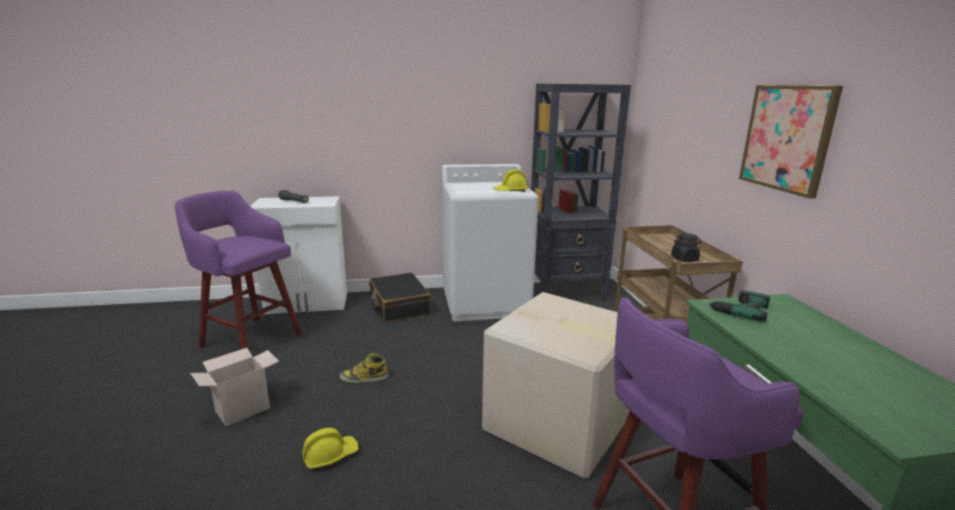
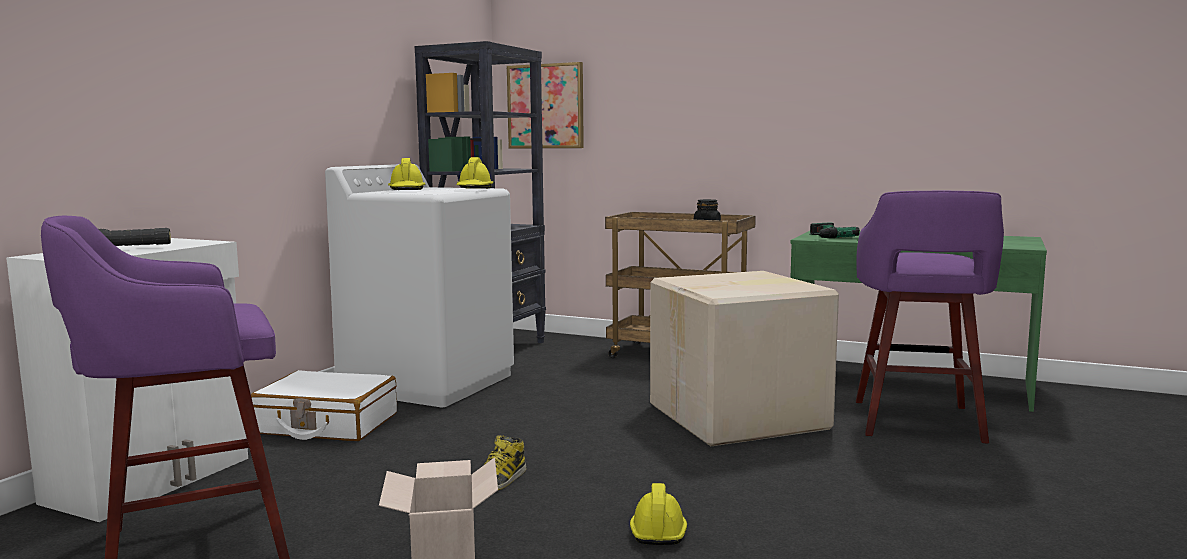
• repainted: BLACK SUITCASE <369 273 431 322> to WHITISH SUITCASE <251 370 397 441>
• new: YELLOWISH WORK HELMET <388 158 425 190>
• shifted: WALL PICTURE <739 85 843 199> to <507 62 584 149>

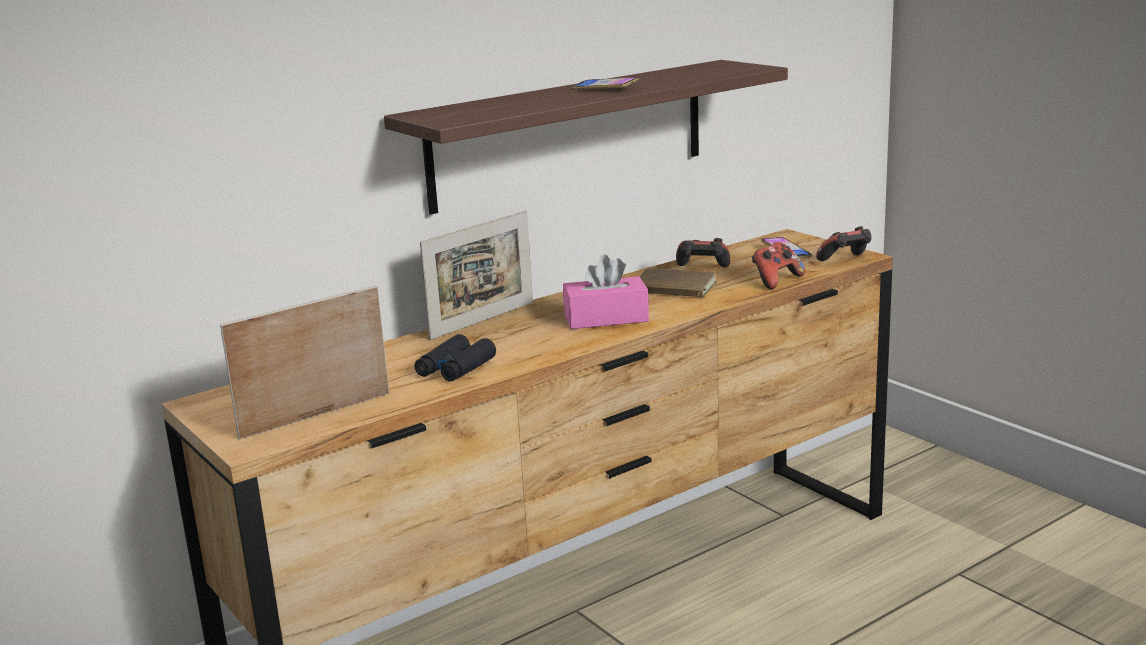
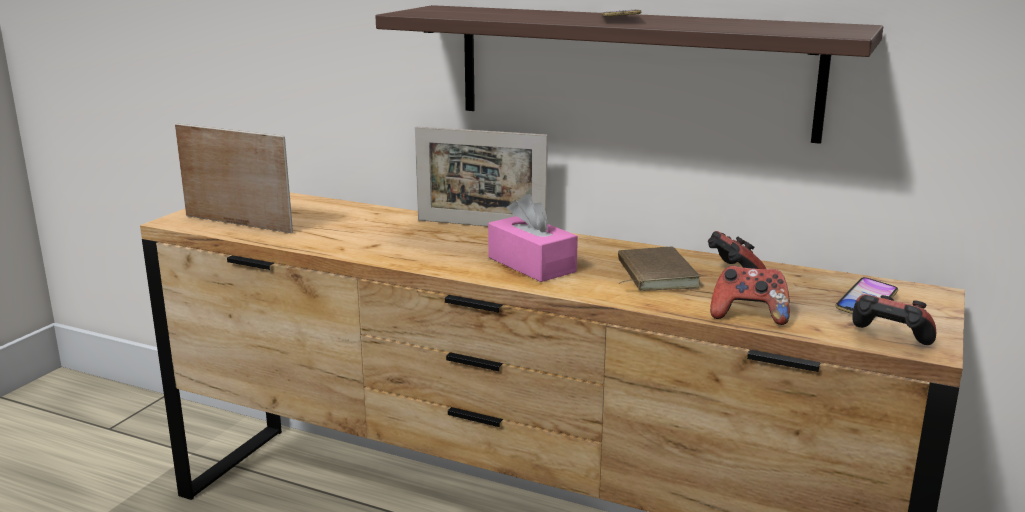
• gone: BLACK FIELD GLASSES <414 334 496 381>

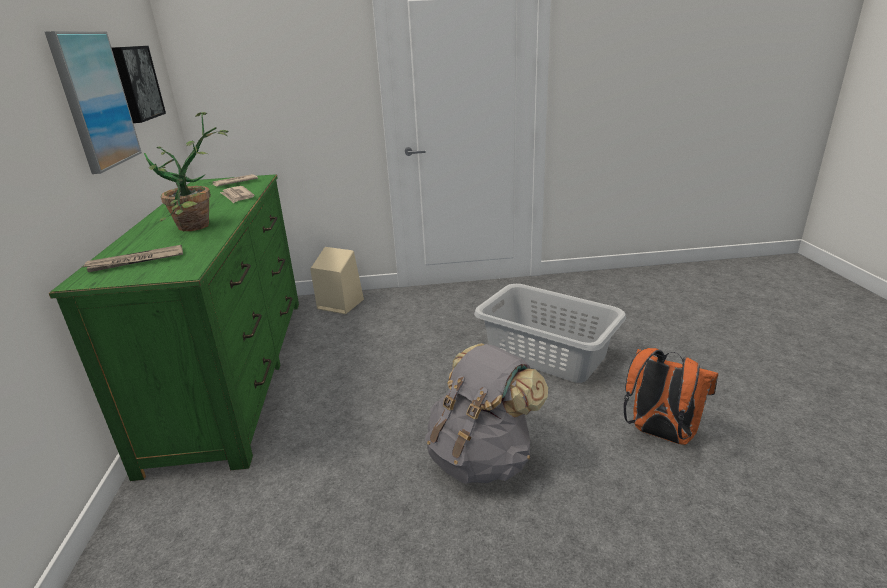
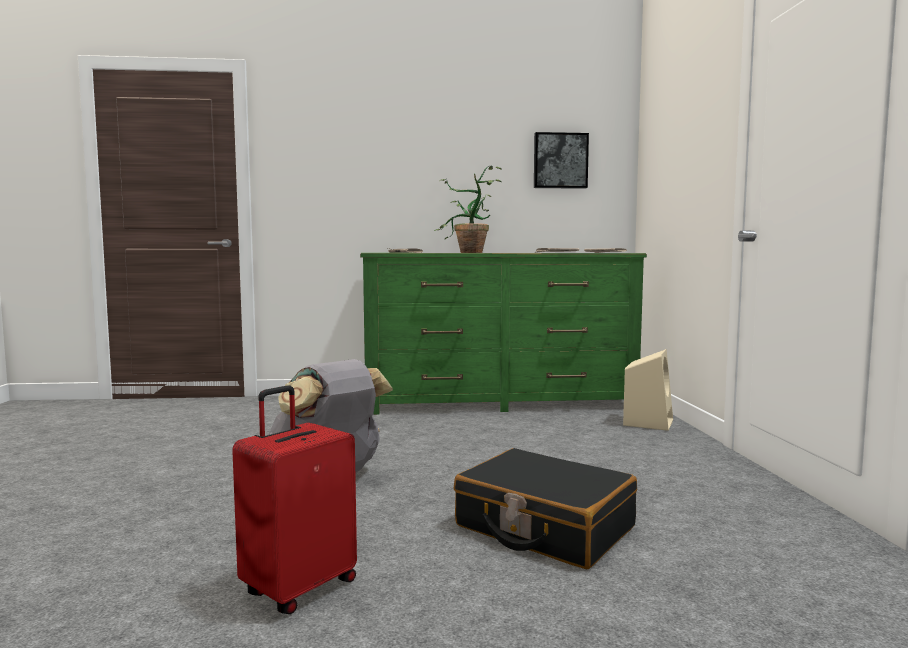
• swapped: ORANGE-COLOURED BACKPACK <623 348 718 445> to RED-COLOURED SUITCASE <232 385 357 614>
• swapped: GRAY WASHING BASKET <474 284 626 383> to BLACK SUITCASE <454 448 637 569>
• gone: WALL PICTURE <45 31 142 174>

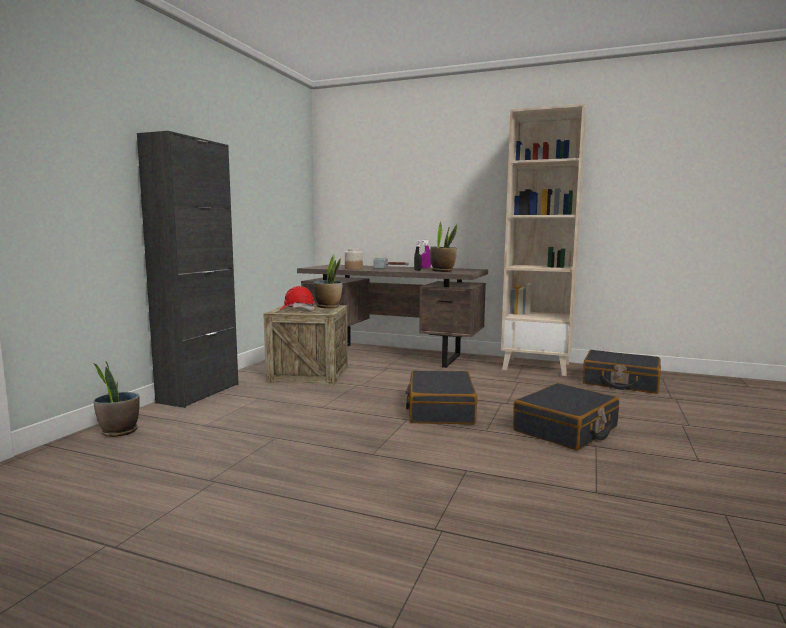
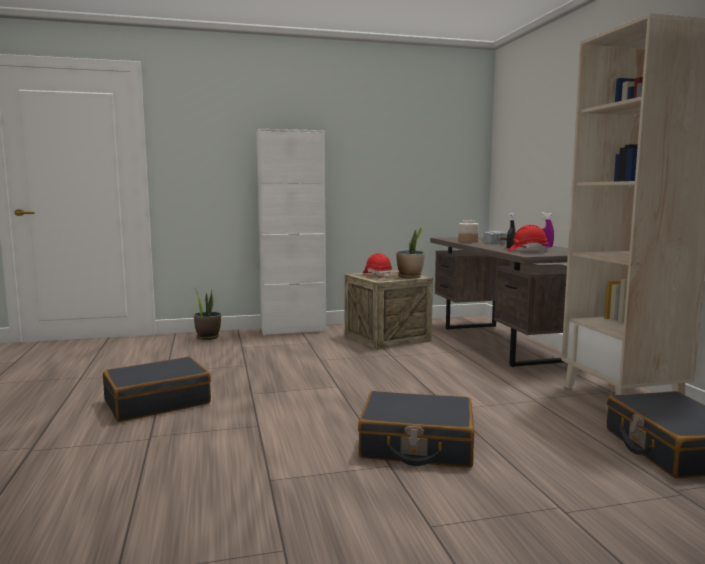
• shifted: BLACK SUITCASE <406 370 478 424> to <103 357 211 422>
• repainted: BLACK CUPBOARD <137 131 238 408> to WHITISH CUPBOARD <256 129 326 336>
• swapped: PLANT IN A POT <430 221 457 272> to RED-COLOURED WORK HELMET <508 225 548 251>

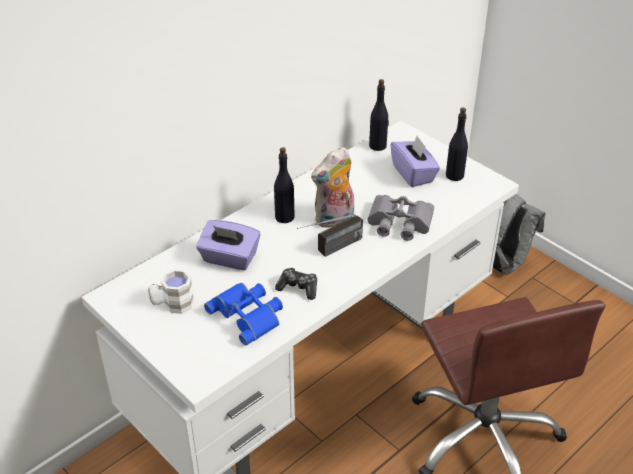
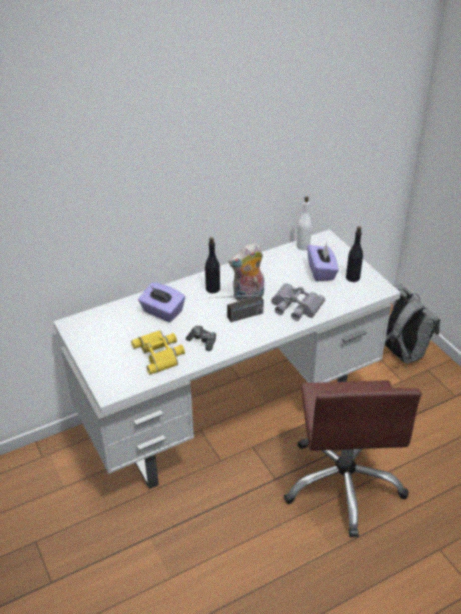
• repainted: BLUE-COLOURED FIELD GLASSES <204 283 283 345> to YELLOWISH FIELD GLASSES <131 330 185 375>
• repainted: BLACK DRINK BOTTLE <369 79 389 151> to WHITISH DRINK BOTTLE <297 196 312 250>
• gone: WHITISH MUG <148 269 194 314>

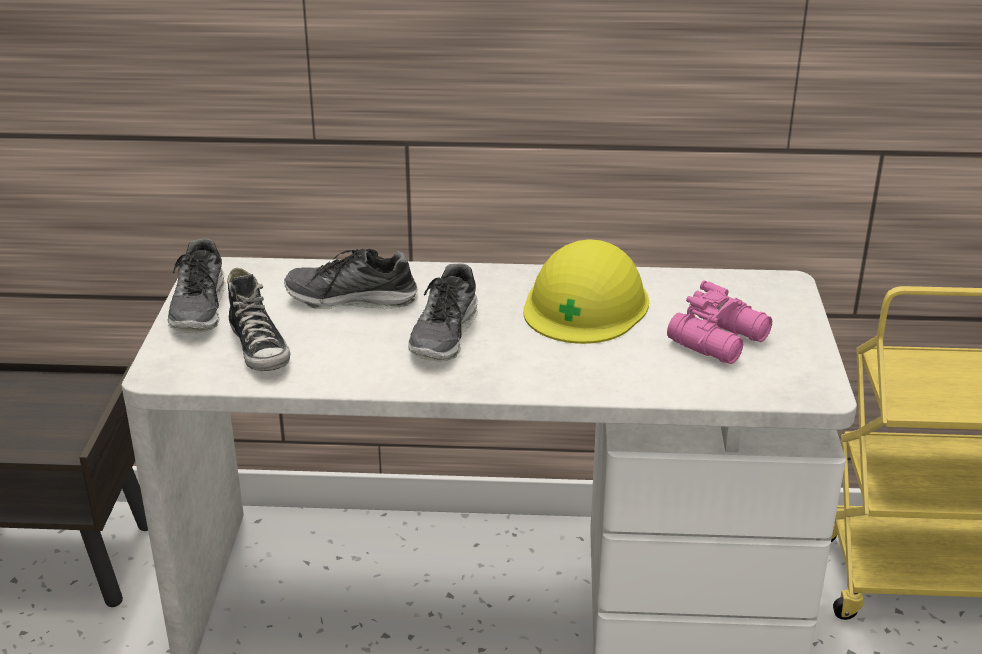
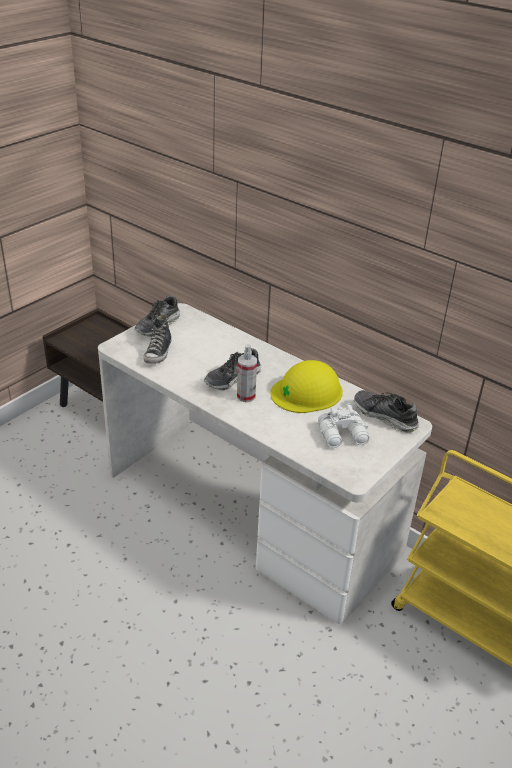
• new: SPRAYER <237 344 257 402>
• repainted: PINK-COLOURED FIELD GLASSES <667 280 772 364> to WHITISH FIELD GLASSES <318 403 369 448>
• shifted: ITEM OF FOOTWEAR <284 249 418 309> to <354 390 419 433>

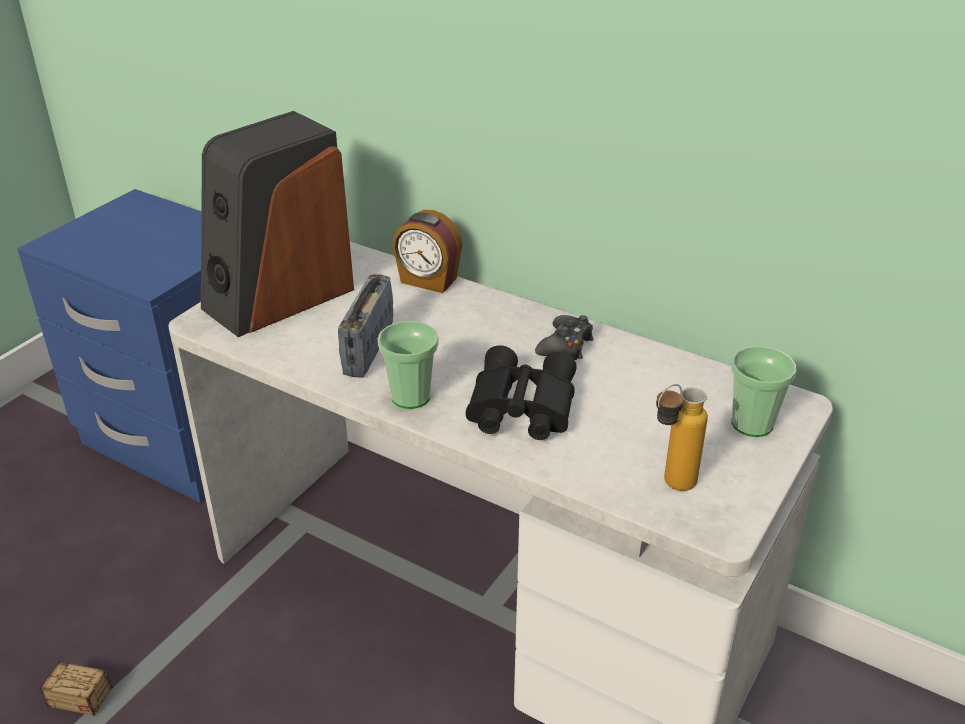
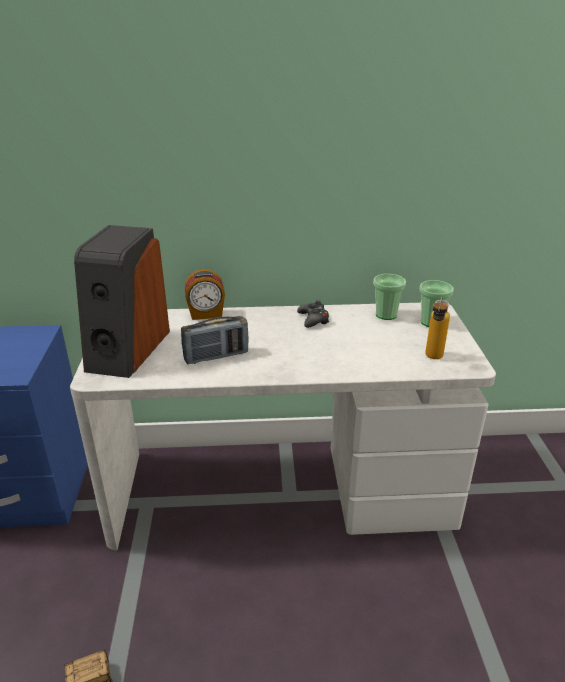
• rotated: RADIO RECEIVER <338 274 393 378> = <181 316 248 364> 90 degrees counterclockwise
• shifted: SMALL CUP <377 321 439 409> to <373 274 406 320>
• gone: BLACK FIELD GLASSES <466 345 577 440>

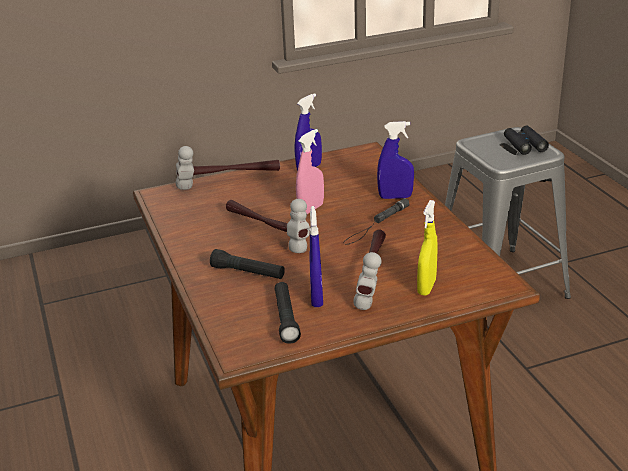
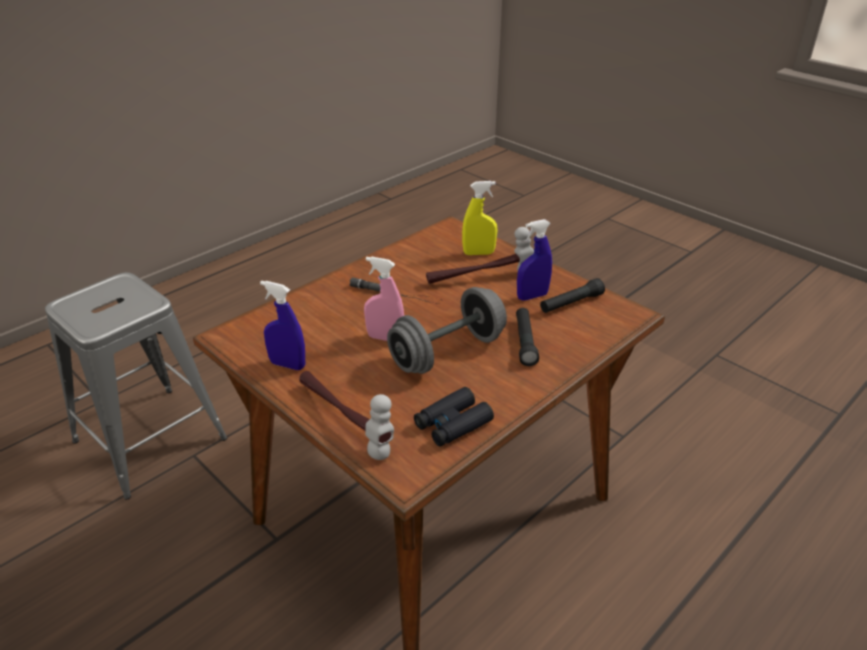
• swapped: HAND HAMMER <226 199 310 253> to GRAY DUMBBELL <387 287 507 374>
• shifted: BLACK FIELD GLASSES <504 126 549 155> to <414 387 494 447>
• gone: BLUE-COLOURED SPRAYER <377 121 414 199>

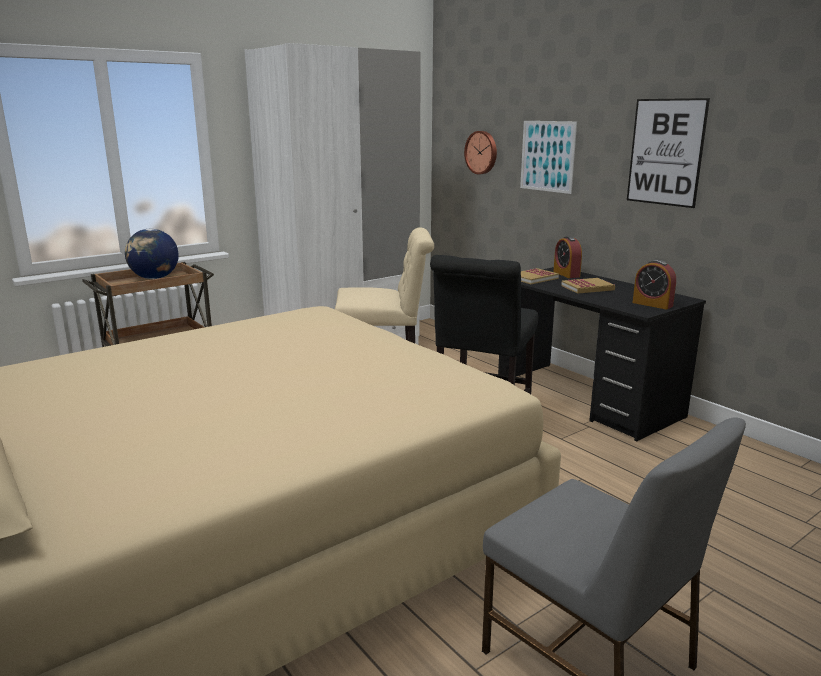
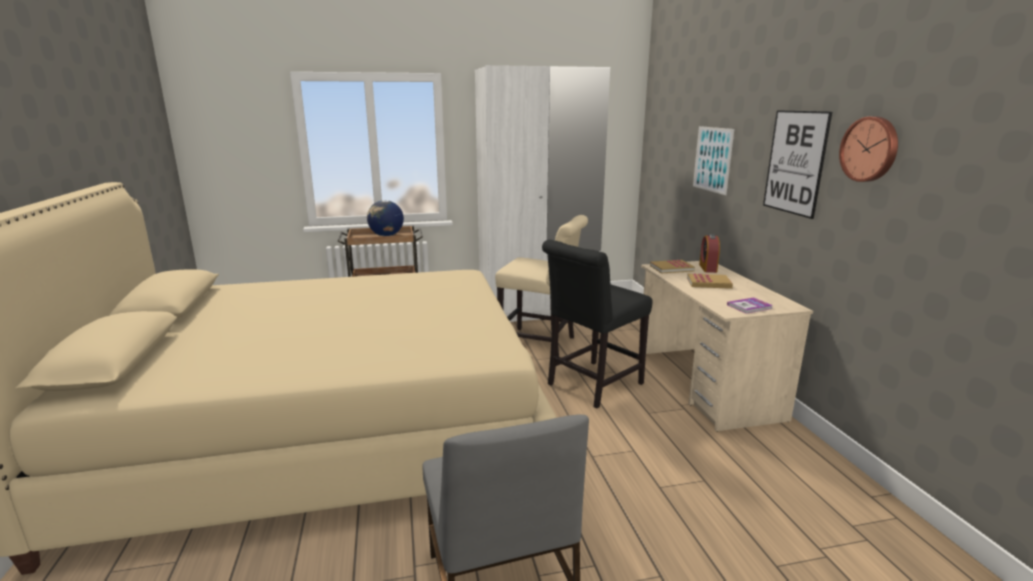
• repainted: BLACK DESK <498 267 706 442> to BEIGE-COLOURED DESK <641 261 813 432>
• swapped: TABLE CLOCK <633 260 676 310> to VOLUME <727 297 773 314>
• shifted: CLOCK ON THE WALL <464 131 497 174> to <839 116 898 182>

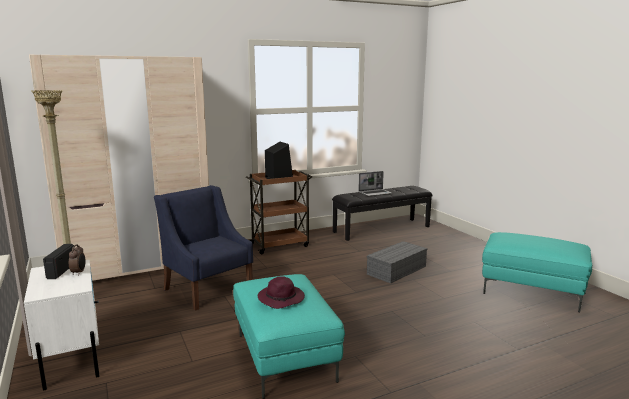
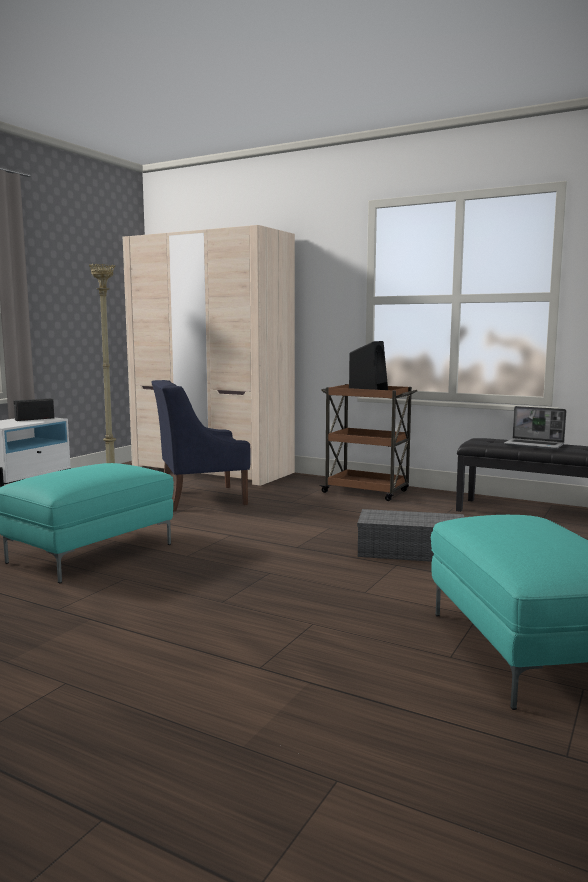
• rotated: BLUE-COLOURED ARMCHAIR <154 185 253 311> = <151 380 251 511> 120 degrees counterclockwise
• gone: TABLE CLOCK <69 244 86 275>
• gone: PURPLISH WEARABLE HAT <258 276 305 309>

